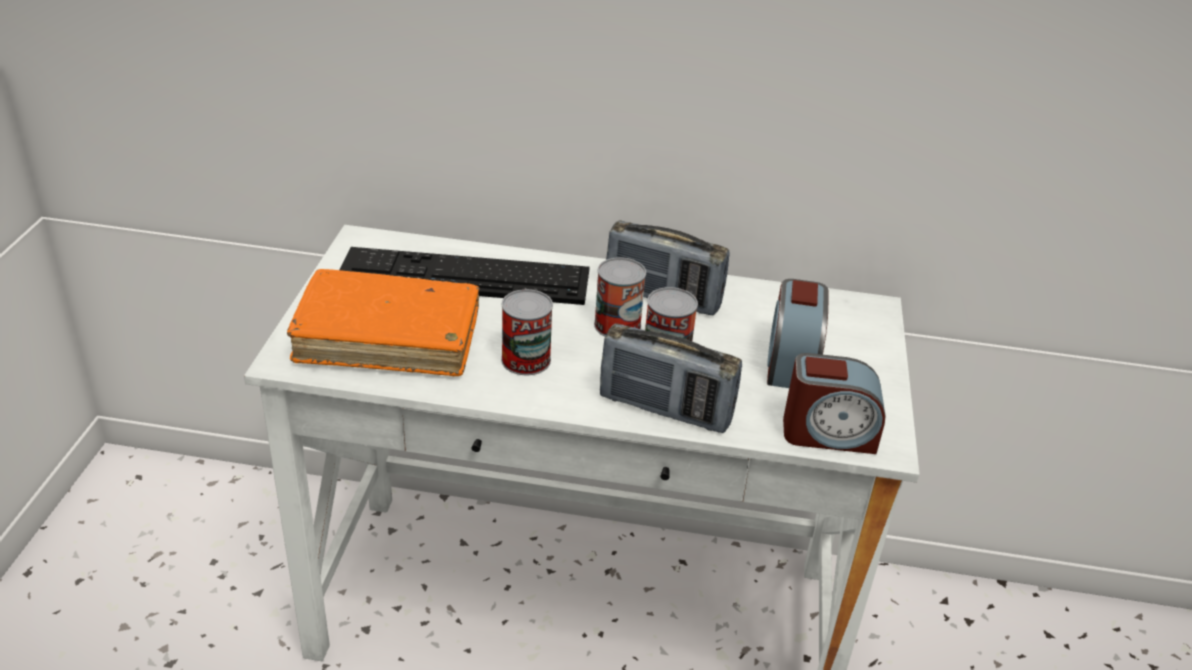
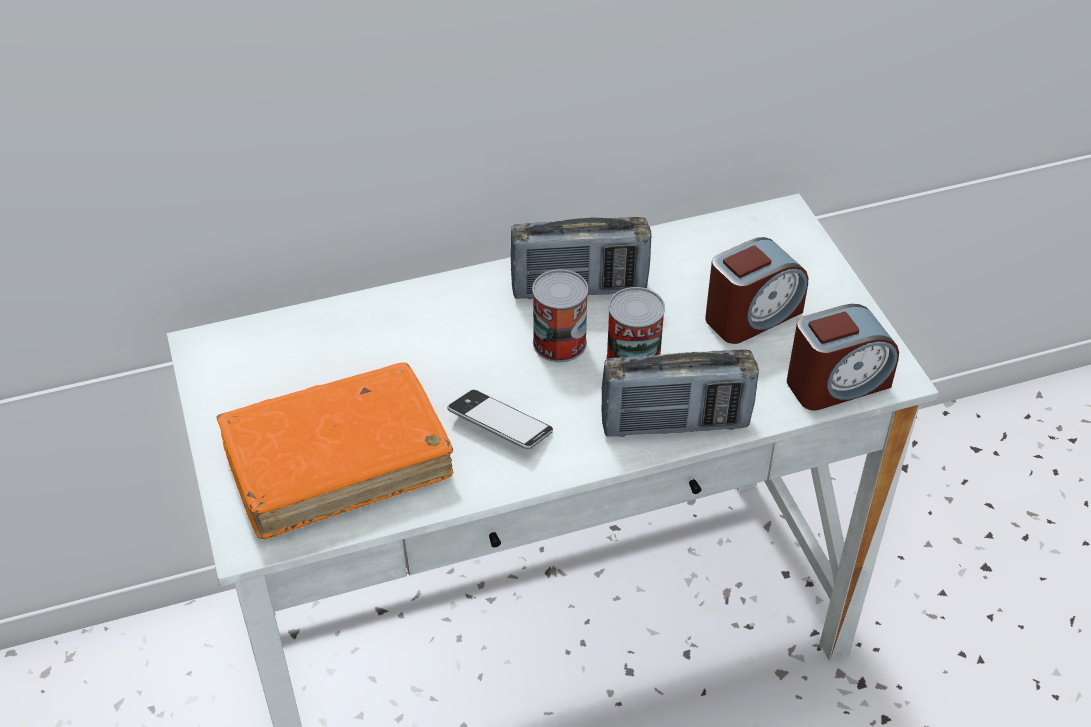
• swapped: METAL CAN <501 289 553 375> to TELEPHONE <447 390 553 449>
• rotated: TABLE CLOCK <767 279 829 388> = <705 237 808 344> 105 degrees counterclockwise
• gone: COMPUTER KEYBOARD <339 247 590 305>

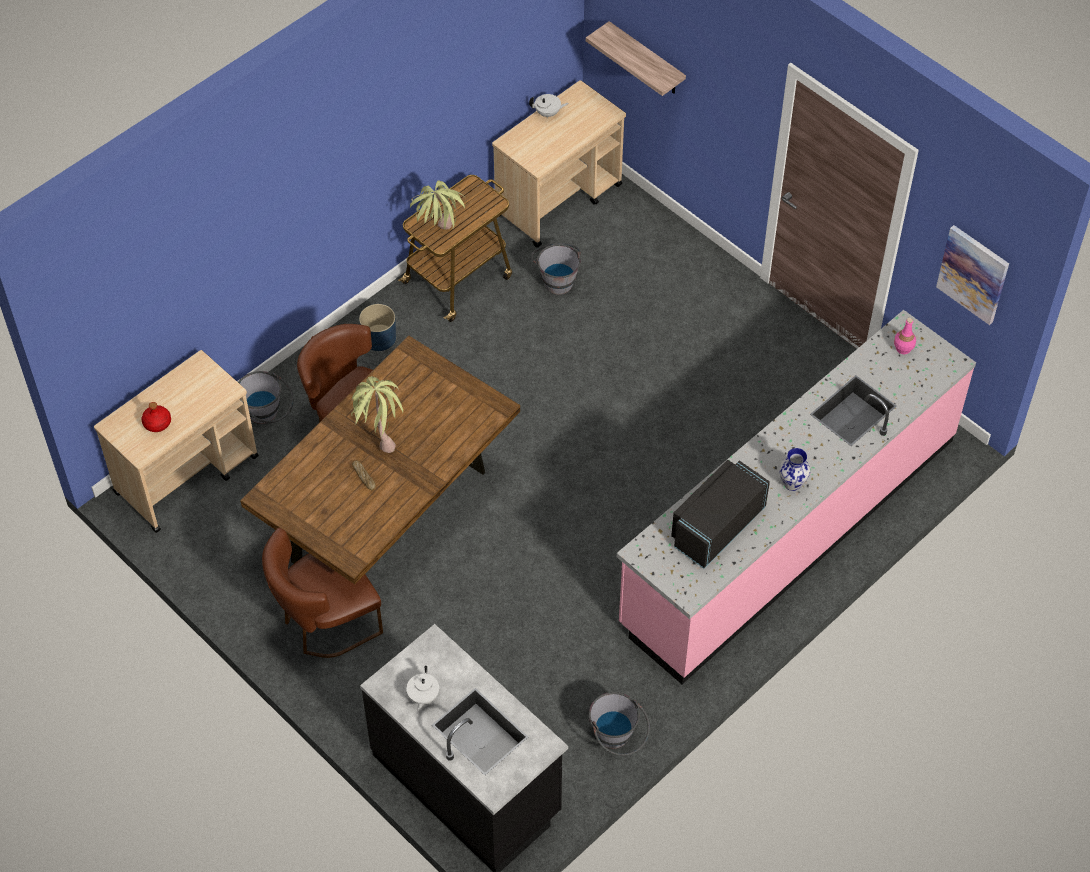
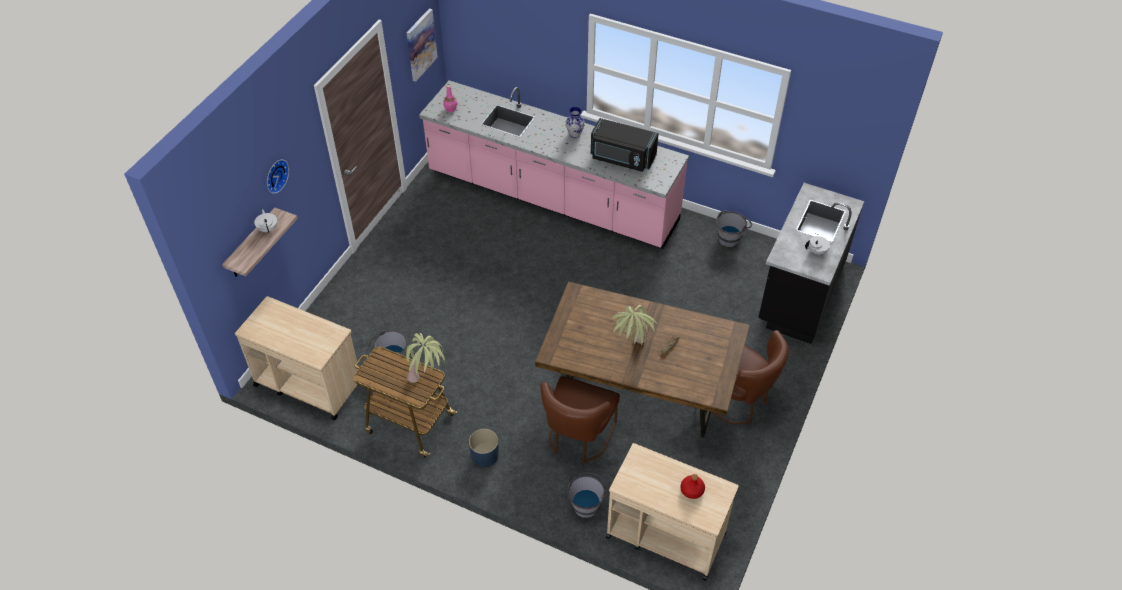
• shifted: WHITISH TEA POT <529 94 569 119> to <254 209 277 233>
• new: CLOCK ON THE WALL <267 160 289 194>

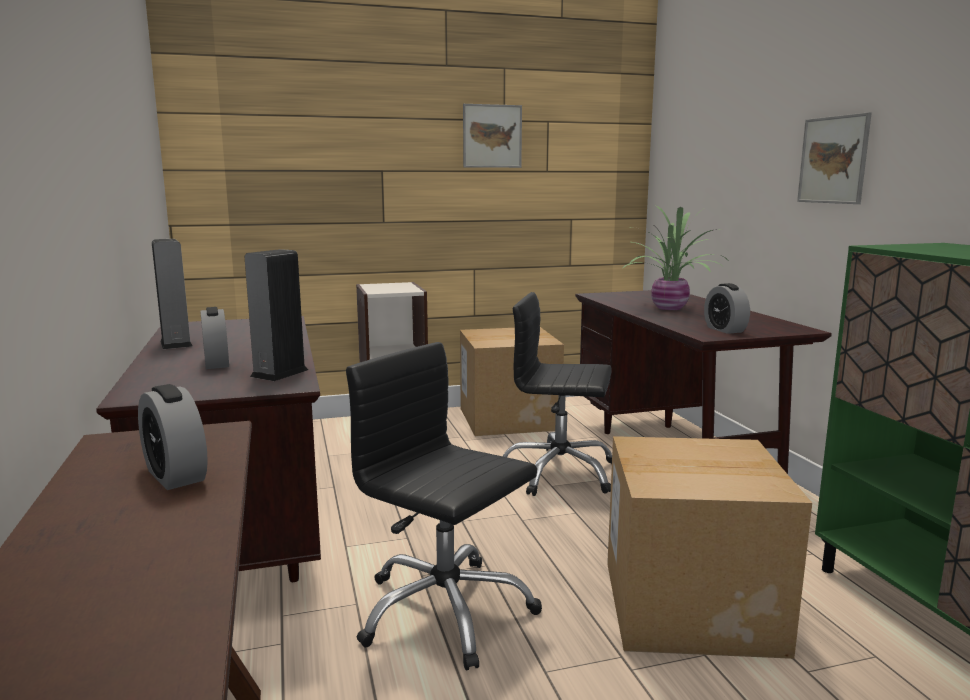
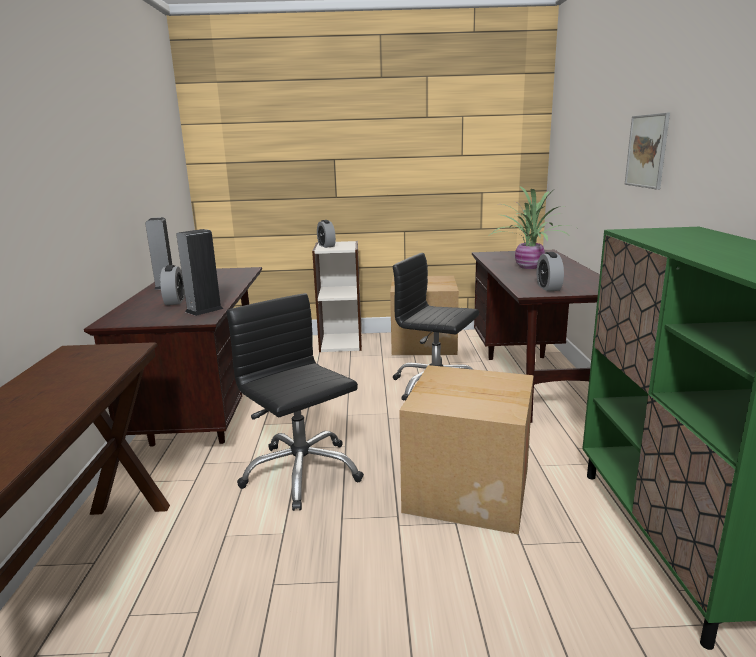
• shifted: TABLE CLOCK <138 384 208 490> to <317 220 336 248>
• gone: WALL PICTURE <463 104 522 168>

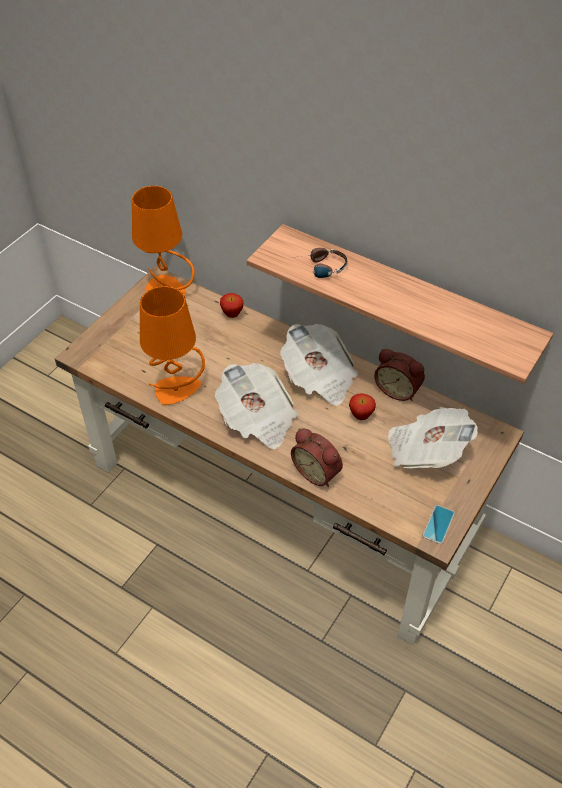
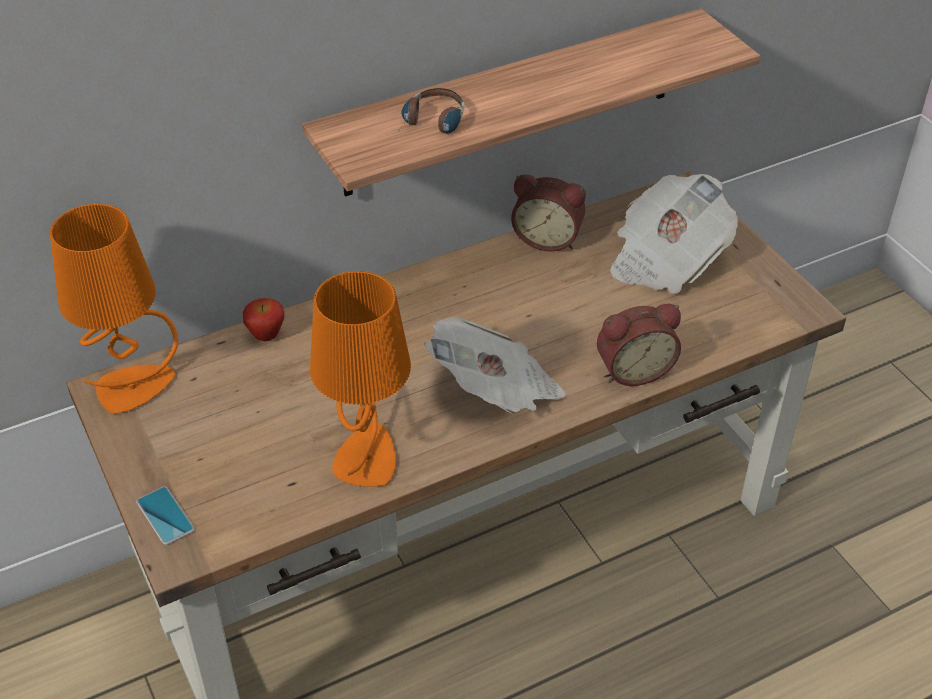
• shifted: TELEPHONE <423 505 455 544> to <136 486 195 545>
• rotated: TABLE CLOCK <374 349 425 401> = <511 174 586 251> 45 degrees clockwise
• gone: PRINTED PAPER <280 324 358 406>
• gone: APPLE <349 393 376 420>

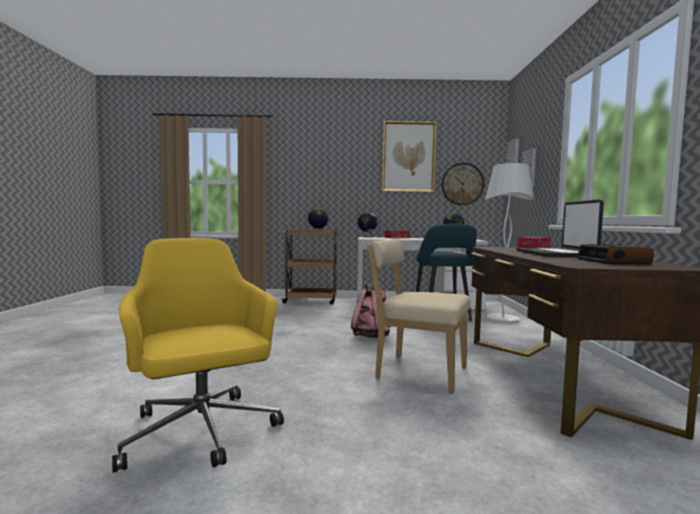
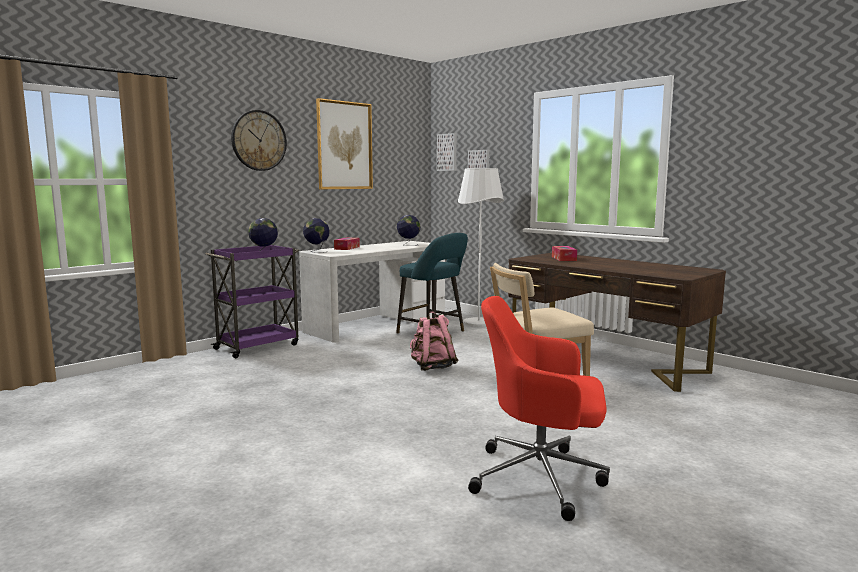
• repainted: BROWN TROLLEY <281 229 342 305> to PURPLISH TROLLEY <206 245 299 358>
• shifted: CLOCK ON THE WALL <442 163 484 205> to <231 110 287 171>
• repainted: YELLOWISH OFFICE CHAIR <112 238 284 473> to RED-COLOURED OFFICE CHAIR <468 296 610 521>
• gone: LAPTOP <516 199 604 257>
• gone: TABLE CLOCK <577 244 654 264>

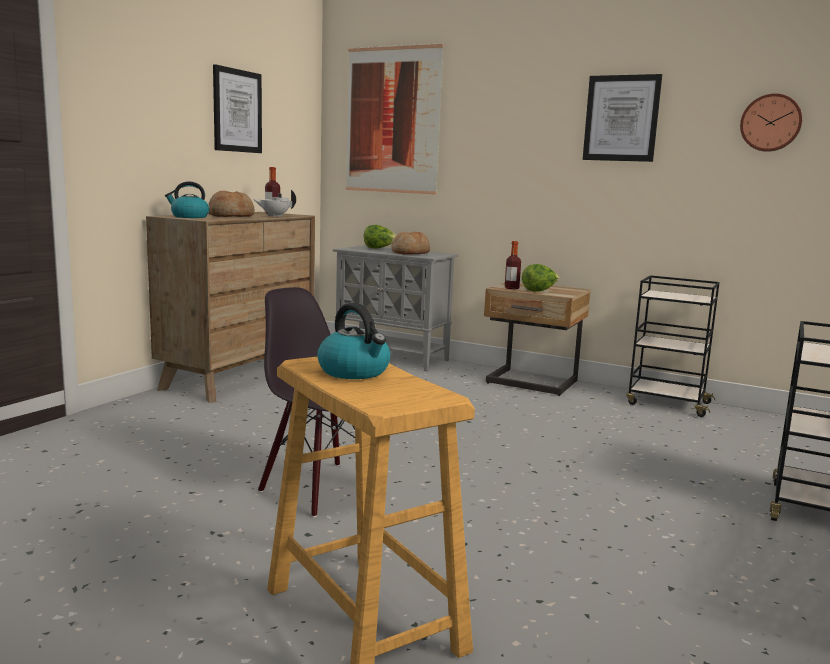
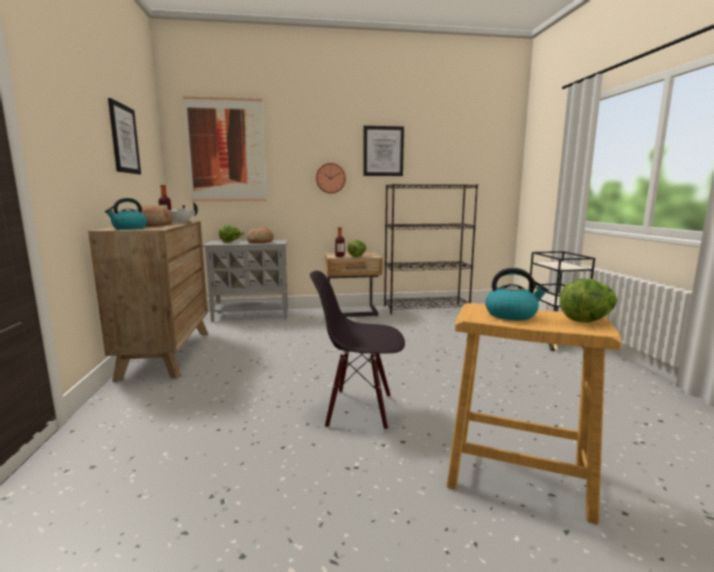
• shifted: CLOCK ON THE WALL <740 93 802 152> to <316 163 346 194>
• swapped: BLACK TROLLEY <626 275 720 417> to BLACK BOOKCASE <384 184 478 314>
• new: LETTUCE <559 279 617 323>

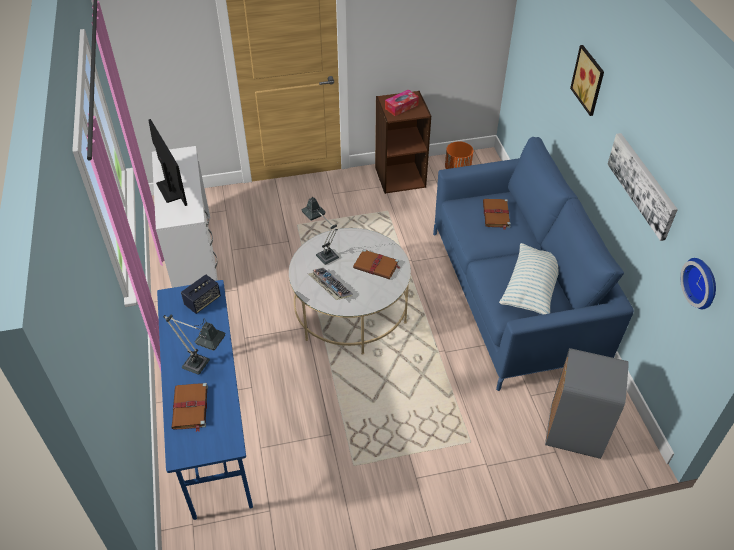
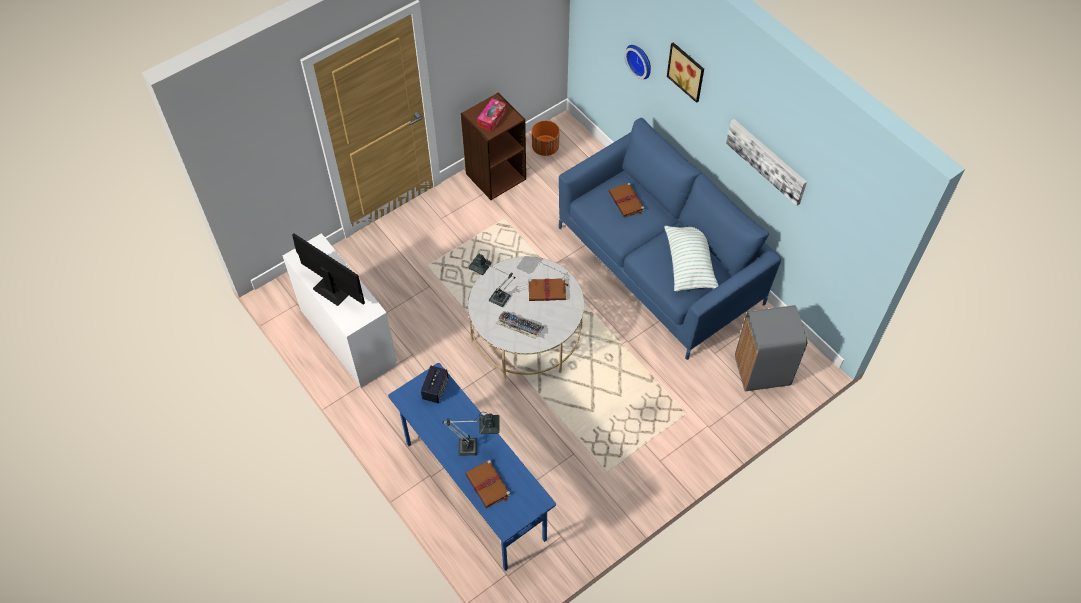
• shifted: CLOCK ON THE WALL <680 258 716 309> to <625 45 651 79>

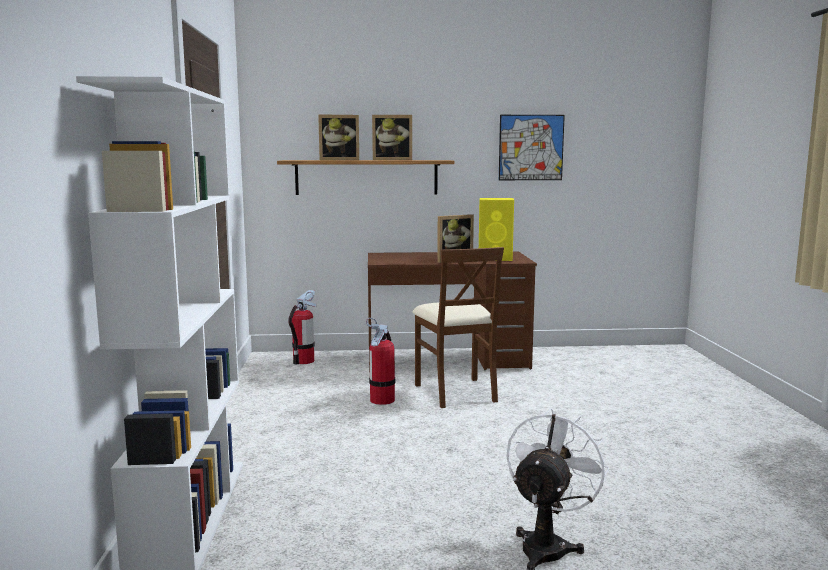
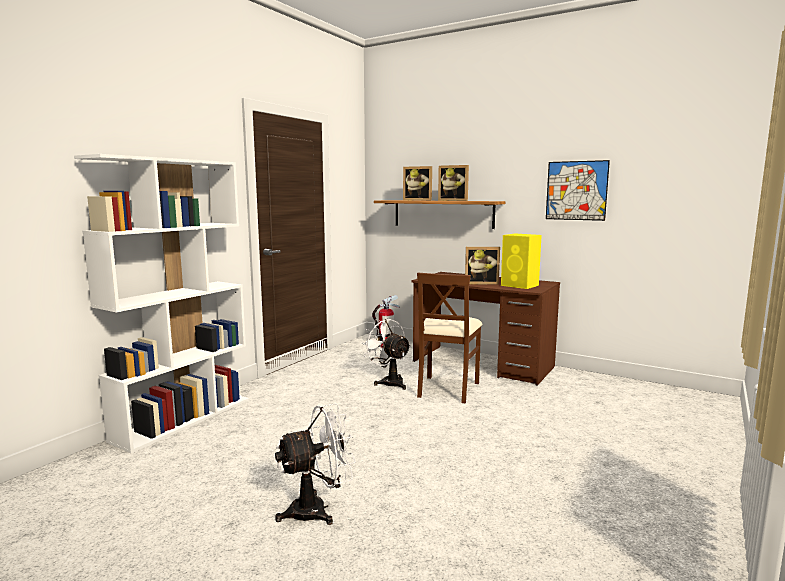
• swapped: FIRE EXTINGUISHER <366 318 395 405> to WHITISH FAN <361 318 411 390>

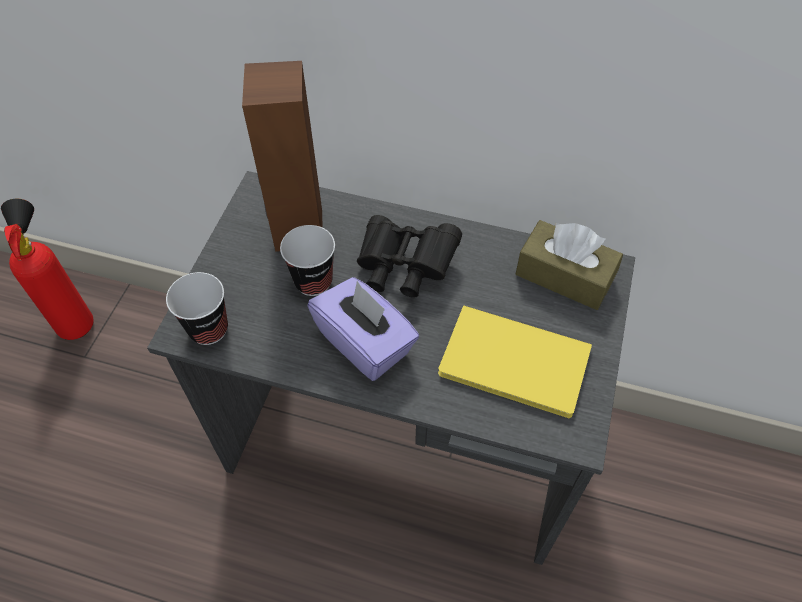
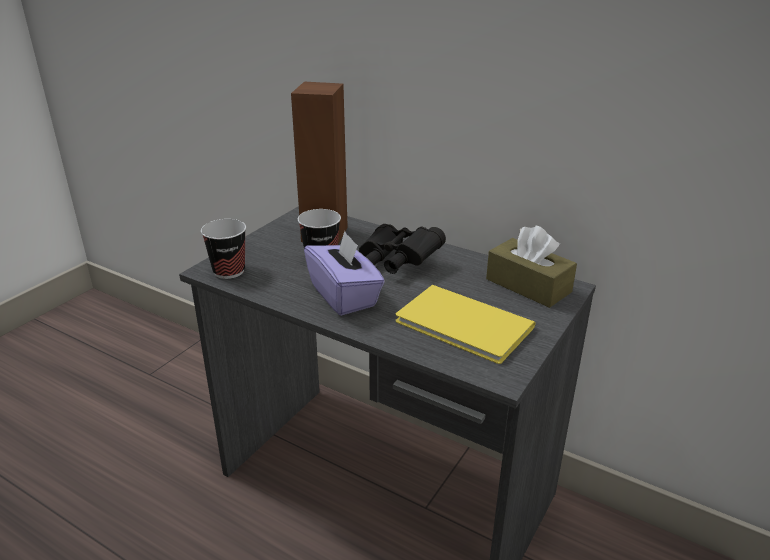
• gone: FIRE EXTINGUISHER <1 199 94 340>

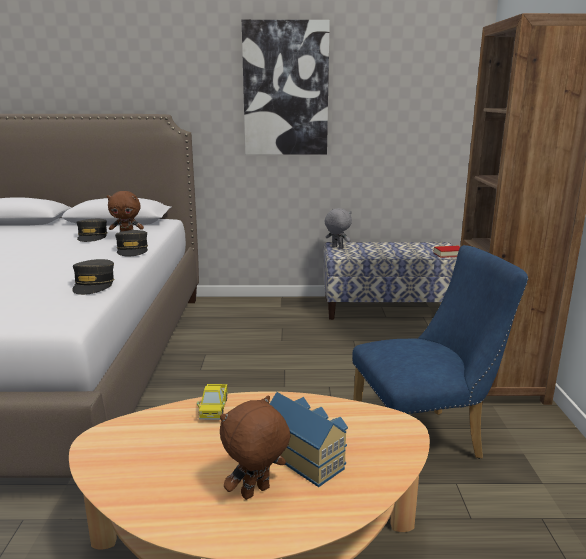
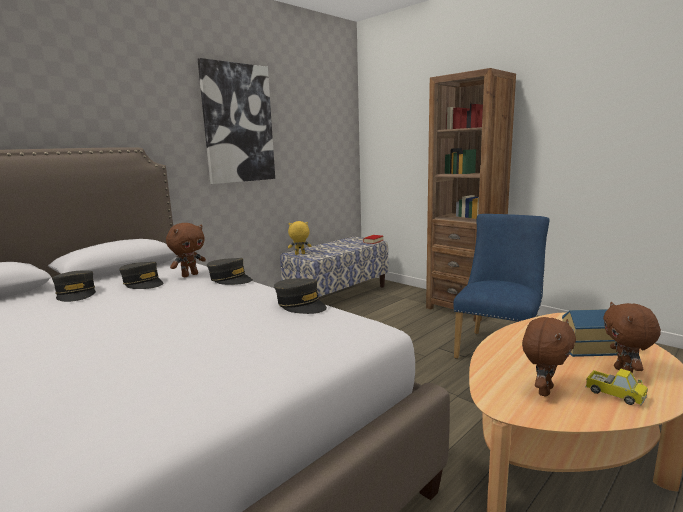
• new: GRAY CAP <52 270 96 302>
• repainted: GRAY CUDDLY TOY <325 208 352 249> to YELLOWISH CUDDLY TOY <288 221 311 255>
• new: BROWN CUDDLY TOY <522 317 576 397>
• shifted: TOY LORRY <197 384 228 420> to <585 369 648 406>

